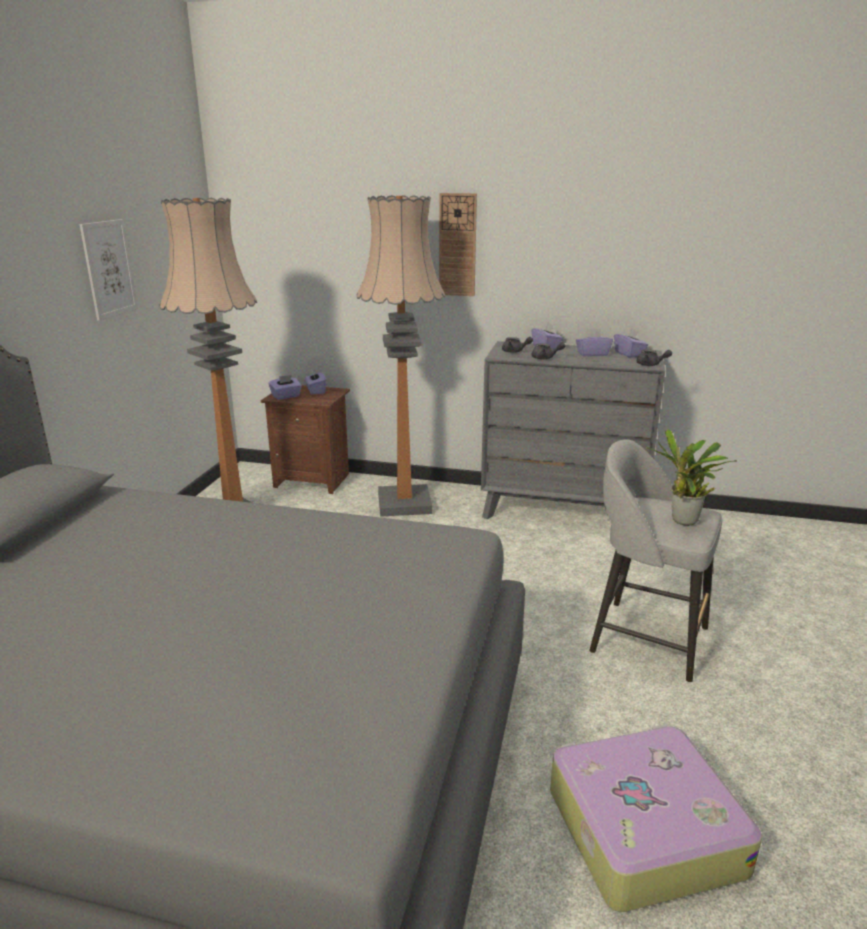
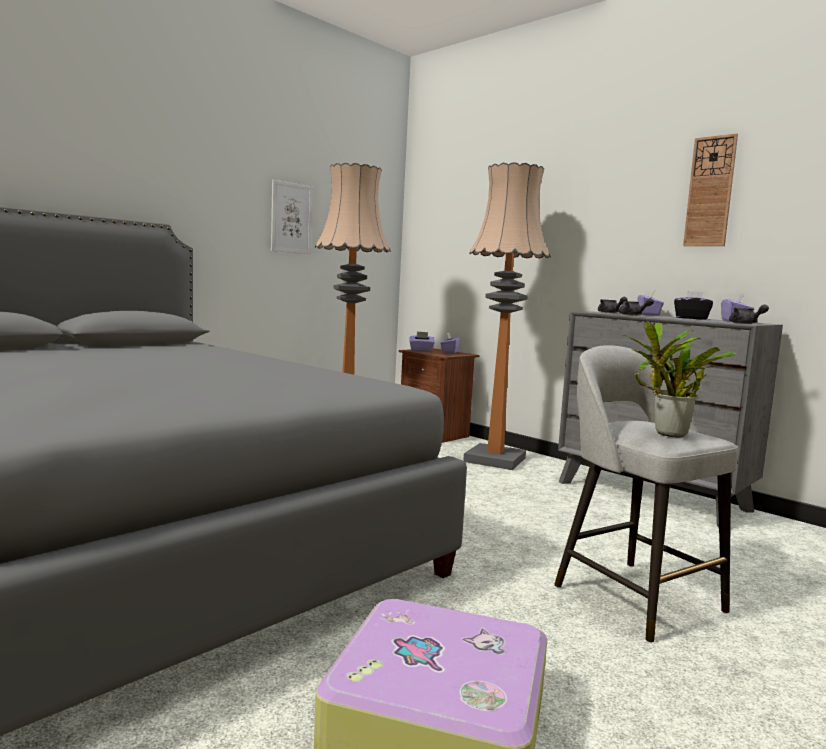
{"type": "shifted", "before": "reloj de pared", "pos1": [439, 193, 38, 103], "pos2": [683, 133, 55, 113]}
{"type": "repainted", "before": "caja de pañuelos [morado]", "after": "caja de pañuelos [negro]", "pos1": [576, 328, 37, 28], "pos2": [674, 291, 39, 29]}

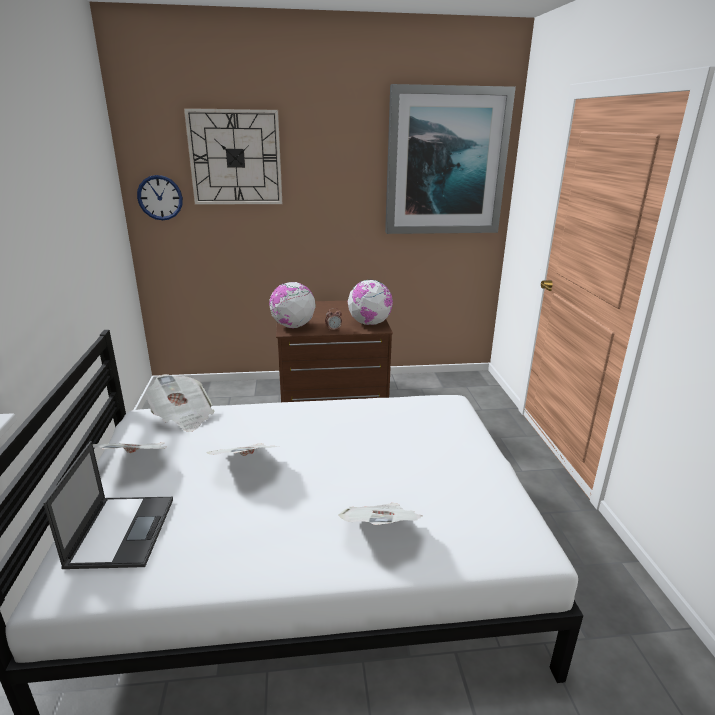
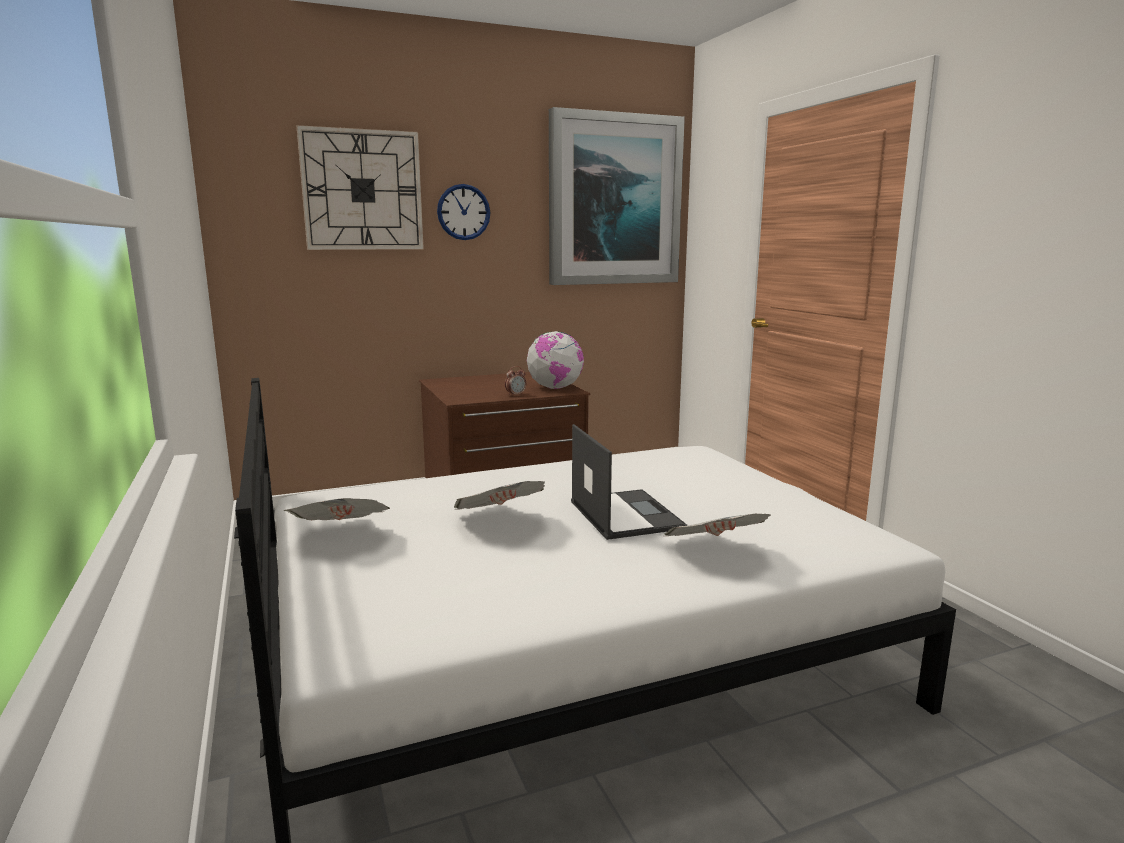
{"type": "shifted", "before": "portátil", "pos1": [43, 441, 130, 128], "pos2": [571, 424, 116, 116]}
{"type": "shifted", "before": "reloj de pared", "pos1": [137, 175, 46, 45], "pos2": [437, 184, 53, 56]}
{"type": "gone", "before": "periódico", "pos1": [146, 374, 69, 58]}
{"type": "gone", "before": "globo terráqueo", "pos1": [269, 282, 47, 46]}

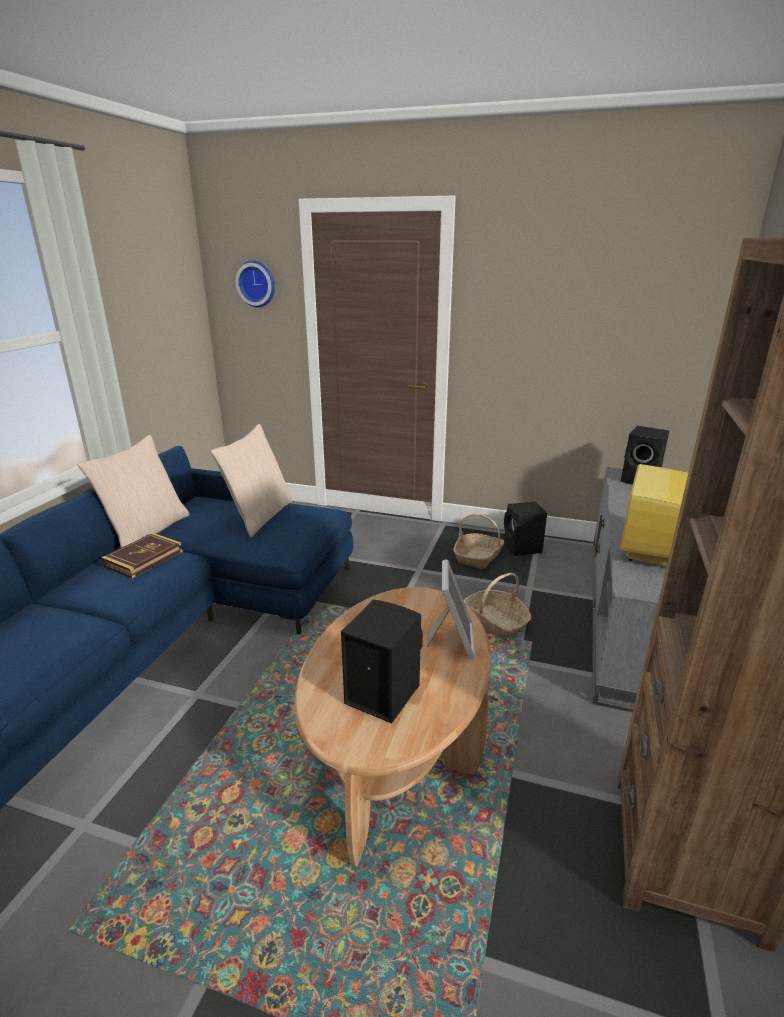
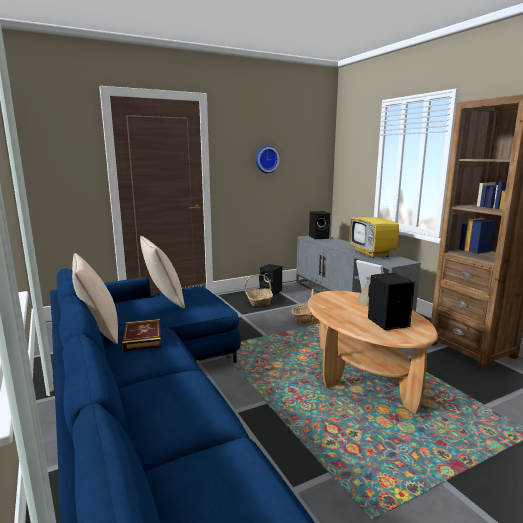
{"type": "shifted", "before": "reloj de pared", "pos1": [235, 260, 40, 47], "pos2": [256, 146, 24, 27]}

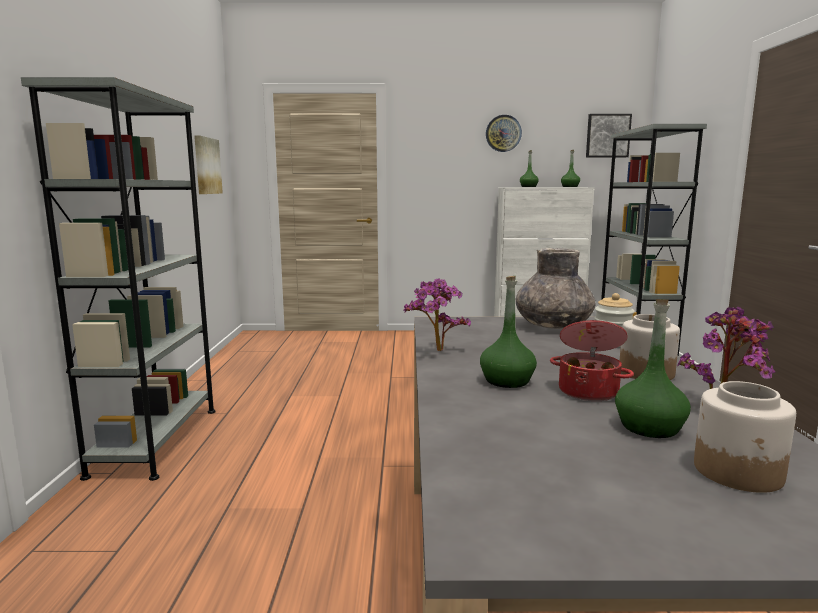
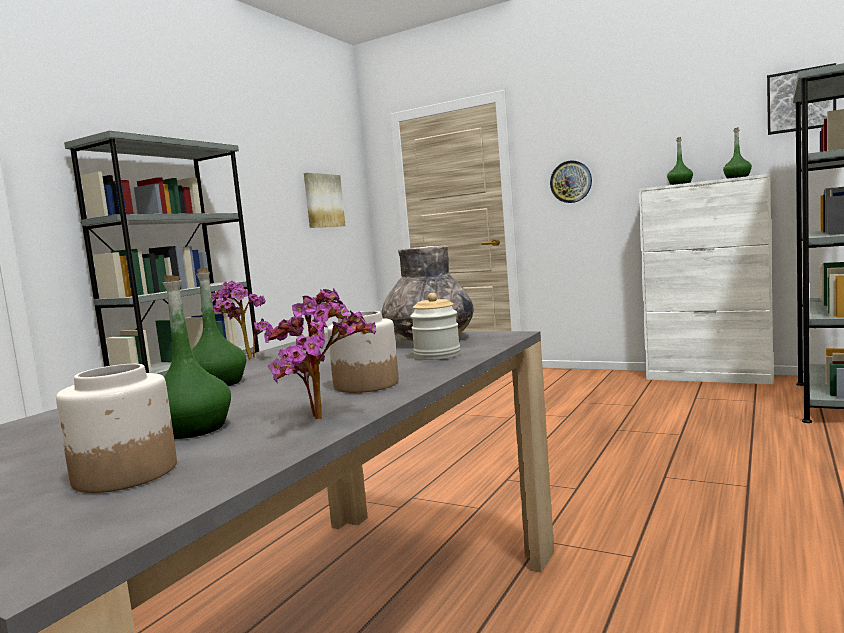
{"type": "shifted", "before": "reloj de pared", "pos1": [486, 115, 36, 37], "pos2": [550, 160, 42, 43]}
{"type": "gone", "before": "olla", "pos1": [550, 320, 84, 81]}

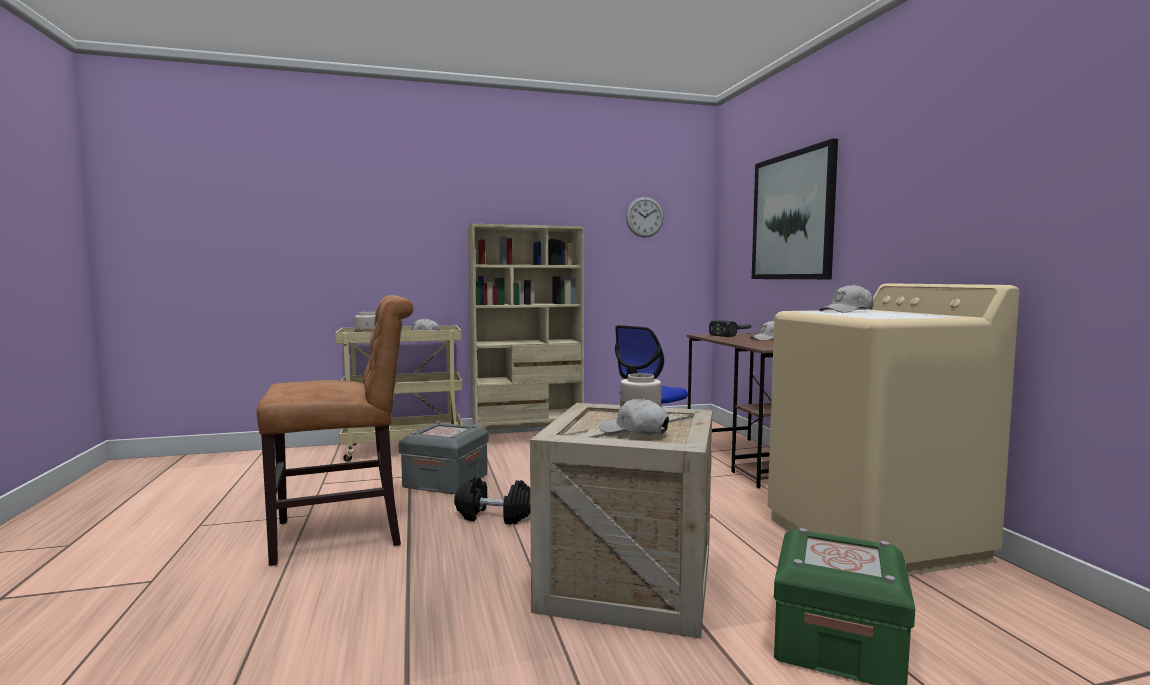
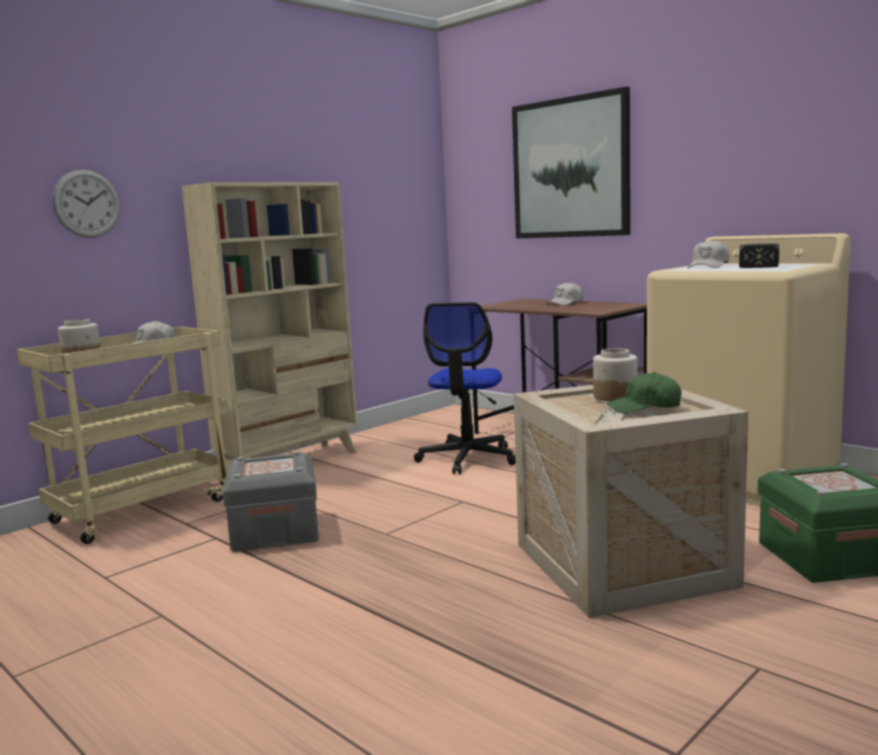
{"type": "gone", "before": "silla [marrón]", "pos1": [257, 295, 157, 271]}
{"type": "gone", "before": "mancuerna [negro]", "pos1": [454, 477, 76, 48]}
{"type": "repainted", "before": "gorra [blanco]", "after": "gorra [verde]", "pos1": [600, 398, 69, 37], "pos2": [607, 372, 75, 41]}
{"type": "shifted", "before": "reloj de pared", "pos1": [626, 197, 38, 41], "pos2": [52, 170, 68, 68]}
{"type": "shifted", "before": "martillo", "pos1": [709, 320, 42, 17], "pos2": [739, 243, 40, 25]}

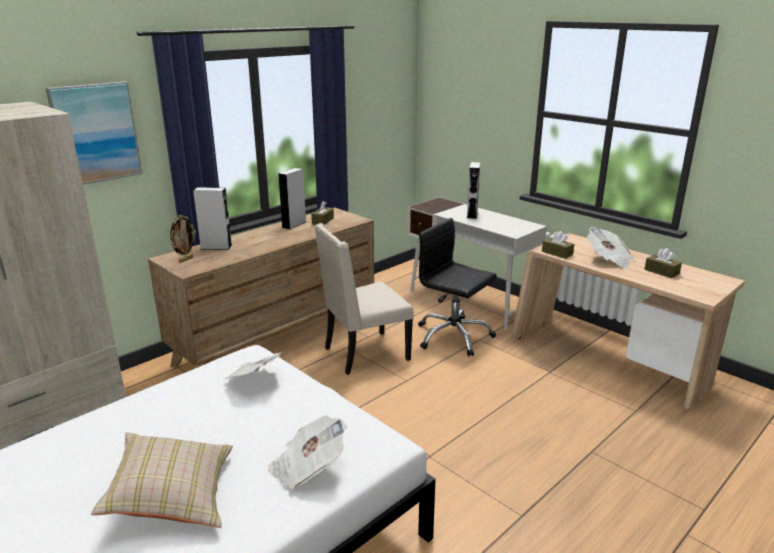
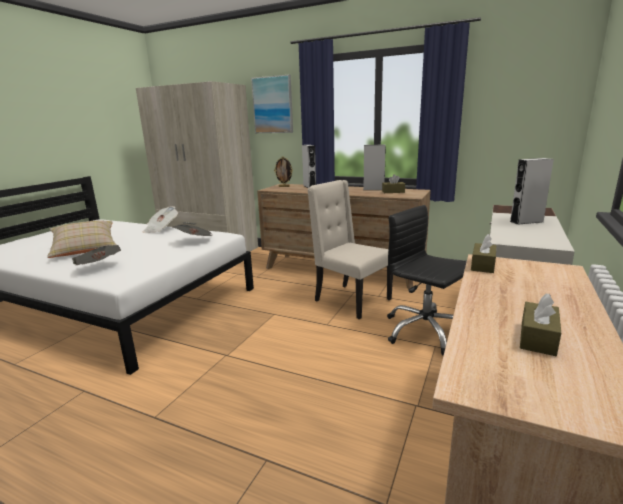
{"type": "rotated", "before": "silla de oficina [negro]", "pos1": [418, 218, 79, 139], "pos2": [387, 205, 79, 151], "turn": -60}
{"type": "shifted", "before": "periódico", "pos1": [587, 227, 47, 42], "pos2": [143, 206, 35, 27]}

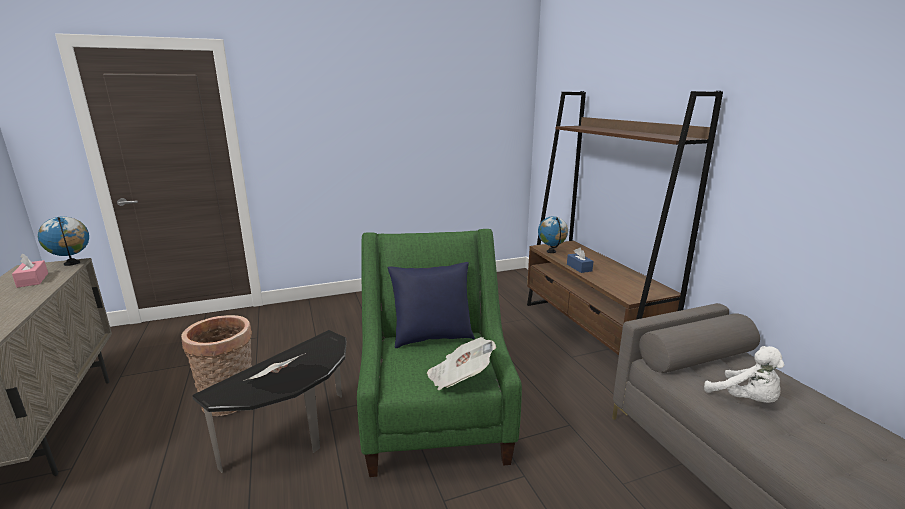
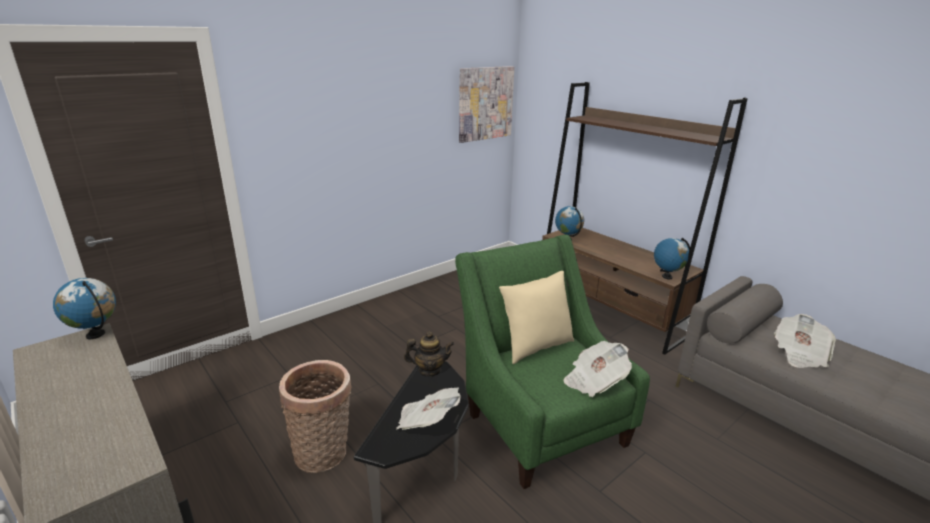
{"type": "gone", "before": "caja de pañuelos [rosa]", "pos1": [12, 253, 36, 35]}
{"type": "repainted", "before": "cojín [azul]", "after": "cojín [beis]", "pos1": [387, 262, 88, 86], "pos2": [499, 271, 75, 93]}
{"type": "gone", "before": "caja de pañuelos [azul]", "pos1": [567, 247, 26, 26]}
{"type": "swapped", "before": "peluche [blanco]", "after": "periódico", "pos1": [704, 346, 80, 57], "pos2": [774, 314, 62, 54]}
{"type": "new", "after": "tetera", "pos2": [404, 331, 51, 46]}
{"type": "new", "after": "cuadro", "pos2": [459, 66, 55, 77]}
{"type": "new", "after": "globo terráqueo", "pos2": [654, 238, 36, 41]}

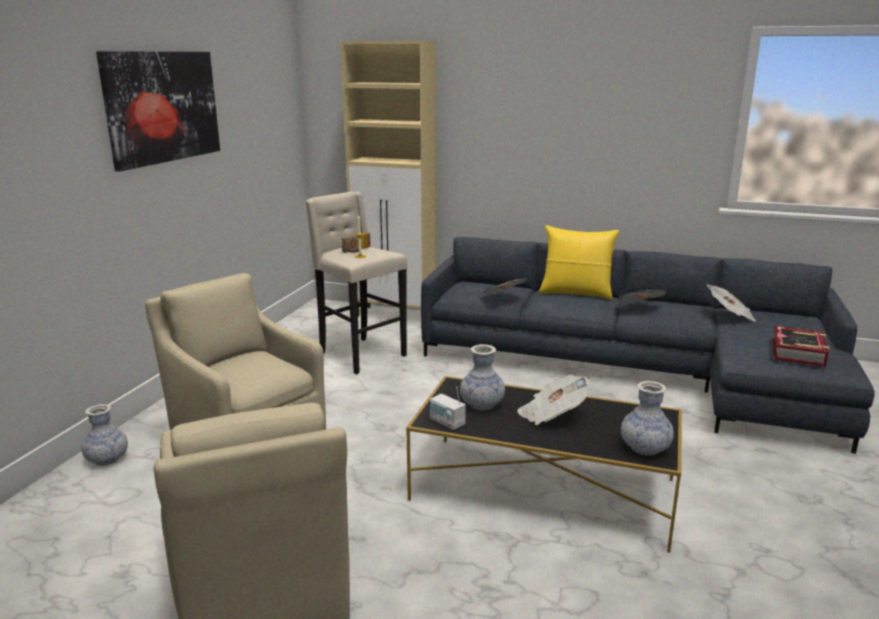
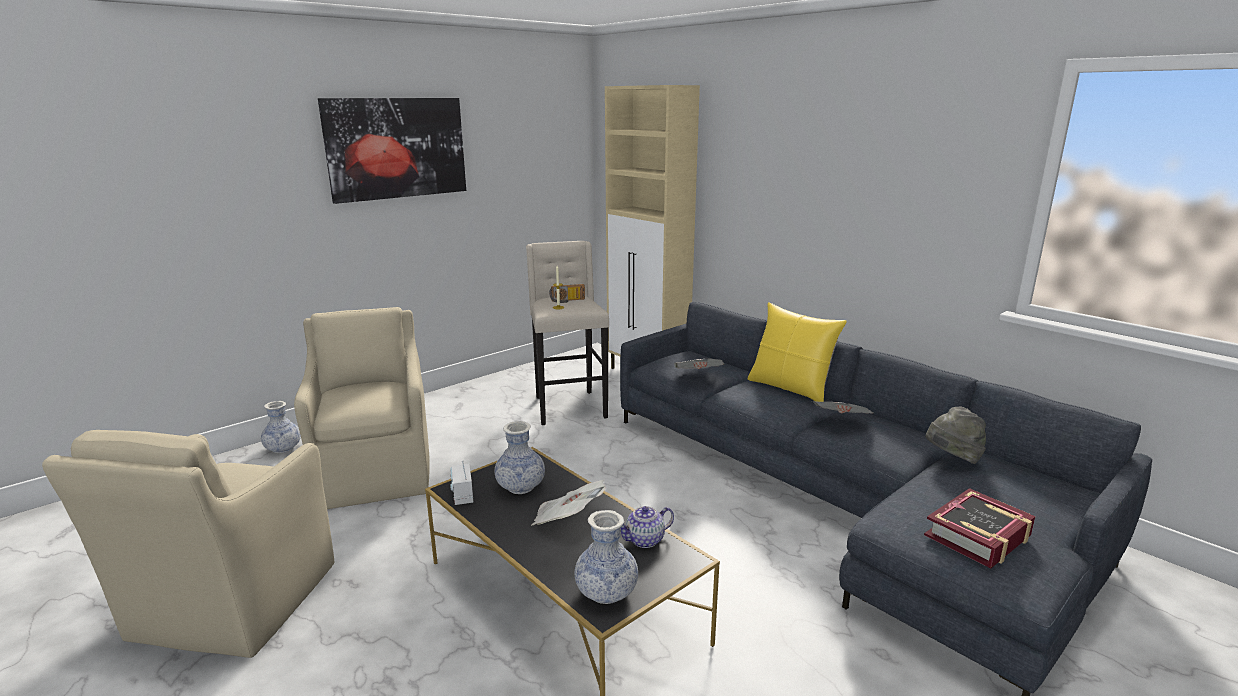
{"type": "swapped", "before": "periódico", "after": "sombrero [gris]", "pos1": [707, 284, 50, 38], "pos2": [926, 407, 60, 57]}
{"type": "new", "after": "tetera", "pos2": [621, 506, 53, 42]}

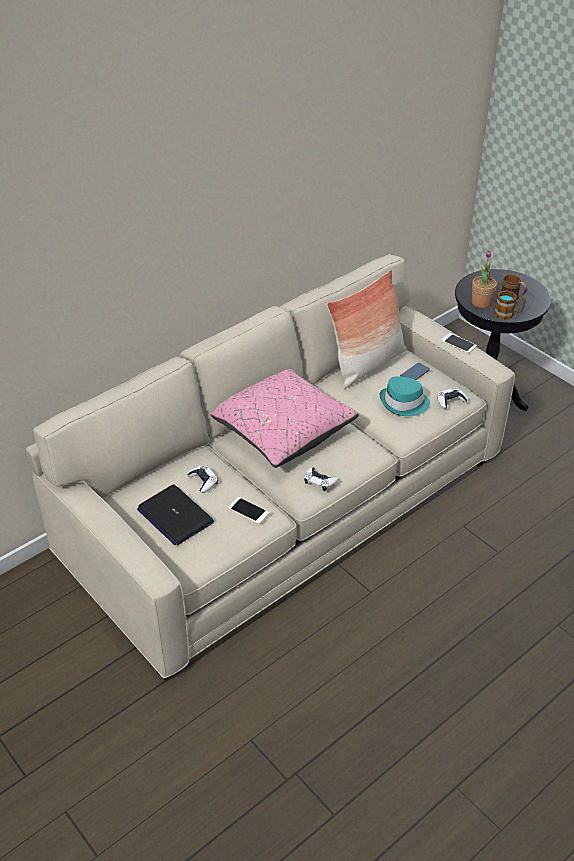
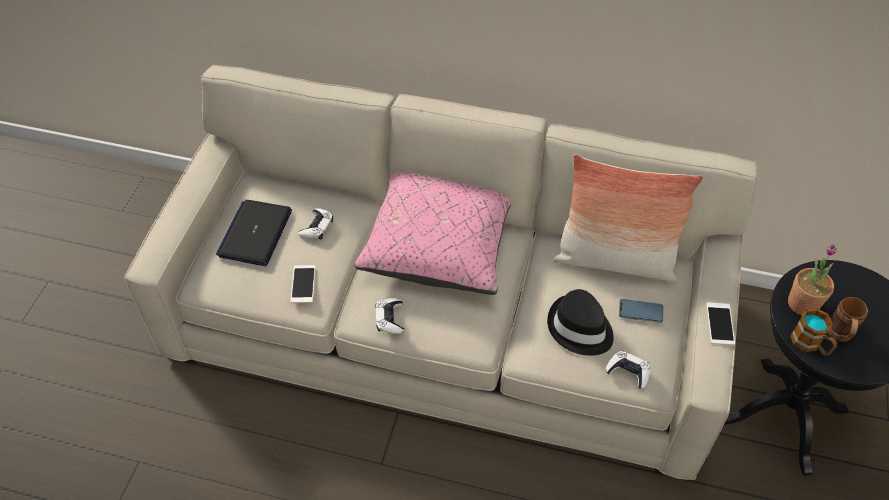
{"type": "repainted", "before": "sombrero [turquesa]", "after": "sombrero [negro]", "pos1": [380, 376, 50, 40], "pos2": [547, 289, 67, 67]}

